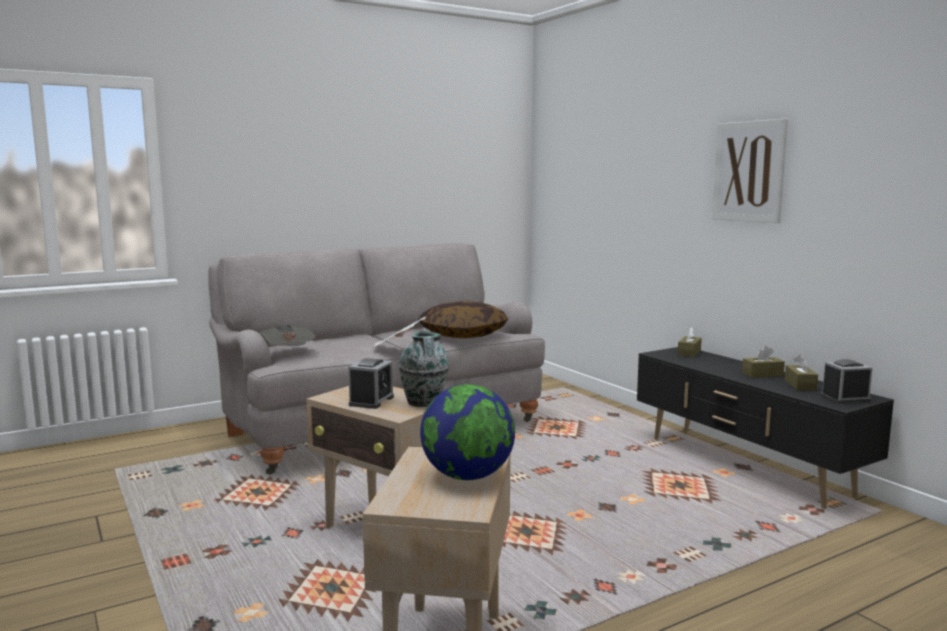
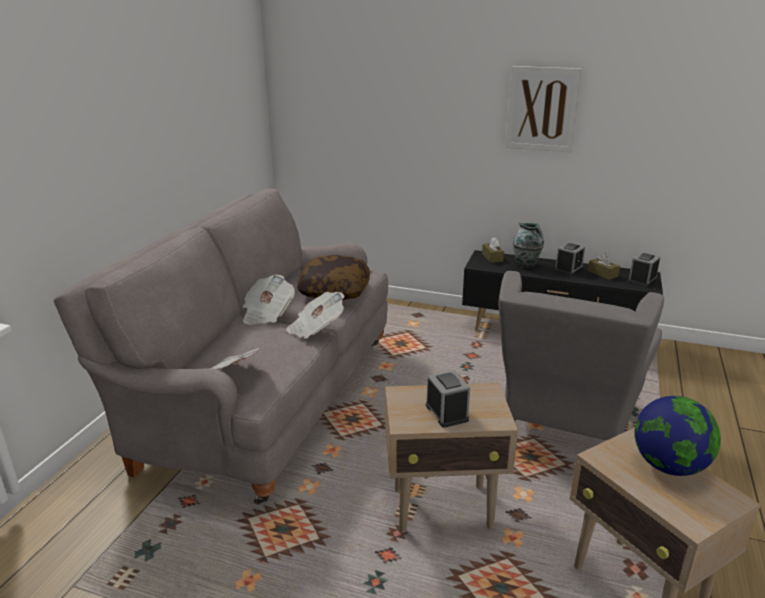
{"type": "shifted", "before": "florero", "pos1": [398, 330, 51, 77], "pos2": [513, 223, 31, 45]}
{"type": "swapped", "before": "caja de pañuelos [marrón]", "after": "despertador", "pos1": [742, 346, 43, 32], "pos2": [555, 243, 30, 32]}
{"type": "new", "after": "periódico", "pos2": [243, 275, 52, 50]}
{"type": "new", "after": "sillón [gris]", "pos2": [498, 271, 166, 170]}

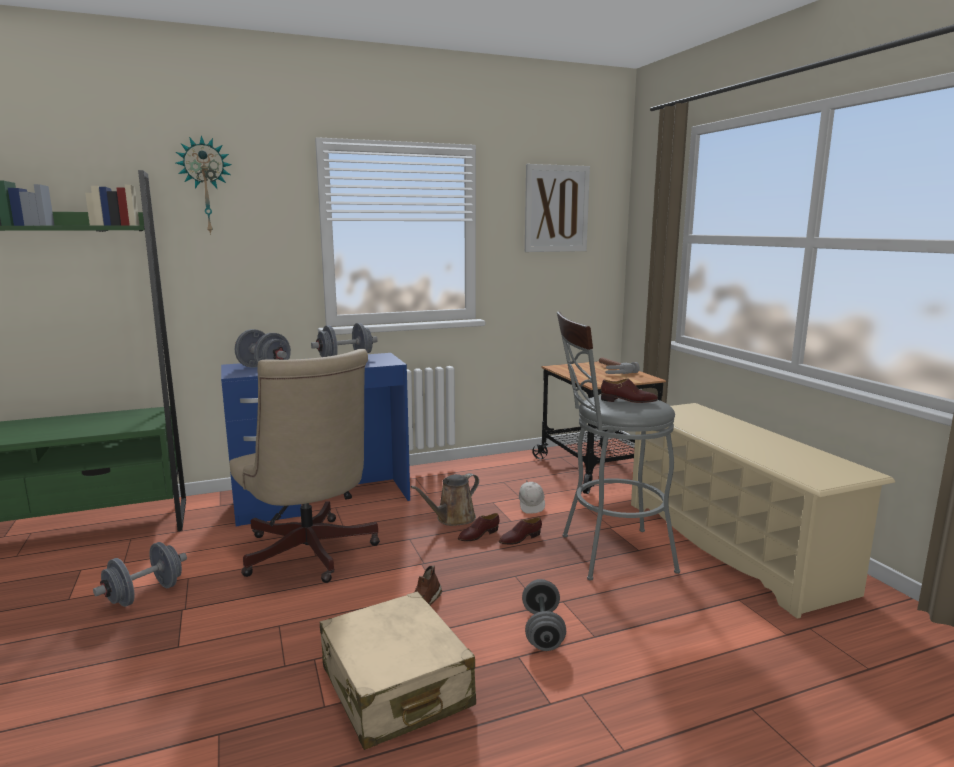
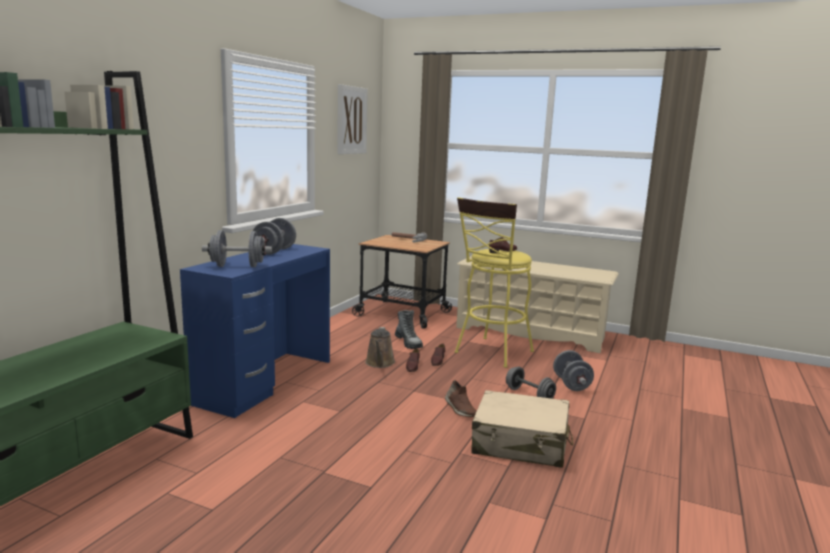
{"type": "shifted", "before": "mancuerna [gris]", "pos1": [93, 542, 94, 65], "pos2": [553, 350, 41, 41]}
{"type": "gone", "before": "reloj de pared", "pos1": [176, 135, 56, 100]}
{"type": "gone", "before": "silla de oficina [beis]", "pos1": [230, 349, 150, 234]}
{"type": "swapped", "before": "gorra [blanco]", "after": "bota", "pos1": [519, 481, 26, 33], "pos2": [395, 310, 28, 39]}
{"type": "repainted", "before": "taburete [gris]", "after": "taburete [amarillo]", "pos1": [557, 312, 123, 269], "pos2": [455, 197, 79, 171]}

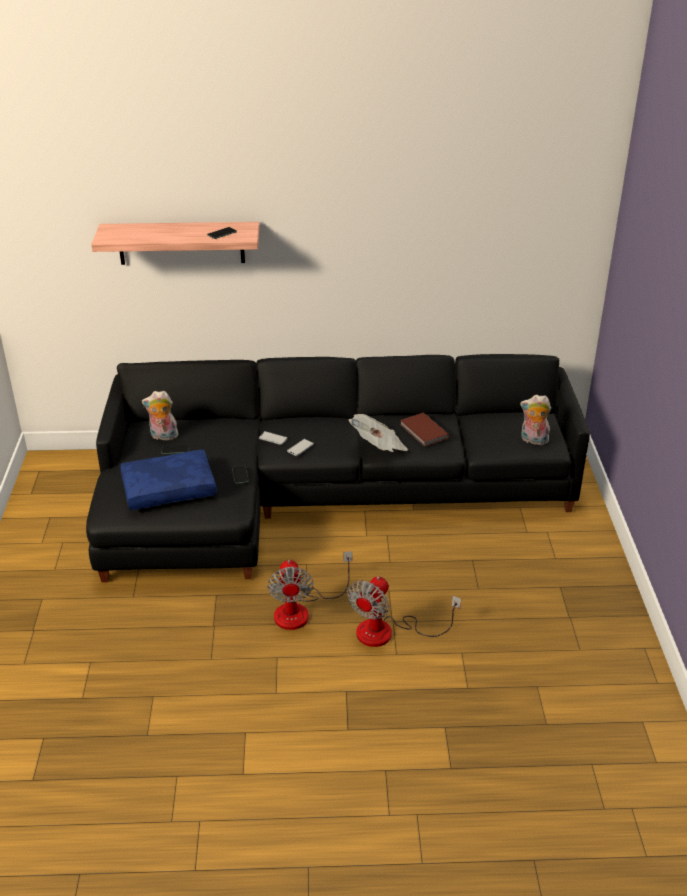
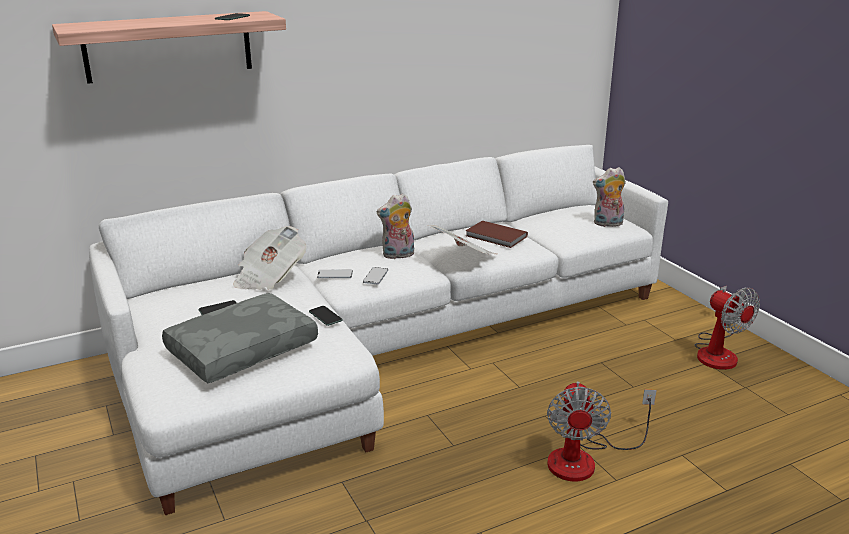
{"type": "repainted", "before": "sofá [negro]", "after": "sofá [blanco]", "pos1": [86, 354, 504, 229], "pos2": [89, 145, 579, 370]}
{"type": "repainted", "before": "cojín [azul]", "after": "cojín [gris]", "pos1": [120, 450, 97, 60], "pos2": [162, 293, 156, 90]}
{"type": "shifted", "before": "peluche", "pos1": [142, 391, 36, 49], "pos2": [376, 193, 38, 66]}
{"type": "shifted", "before": "ventilador", "pos1": [267, 551, 85, 79], "pos2": [695, 286, 65, 84]}
{"type": "new", "after": "periódico", "pos2": [233, 226, 73, 64]}

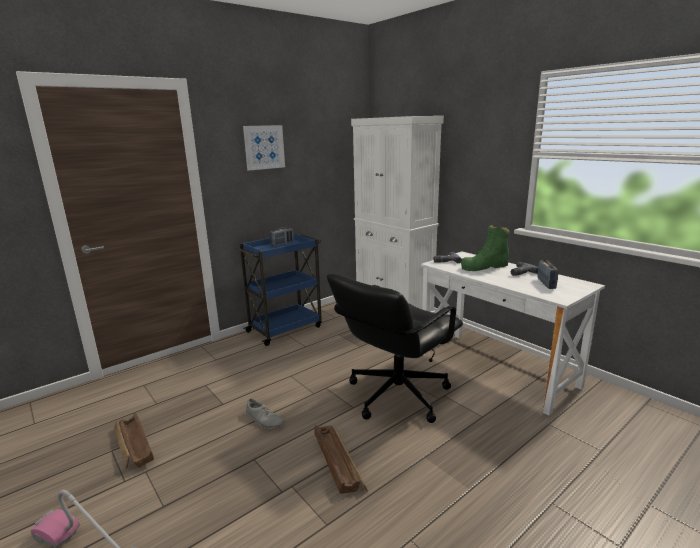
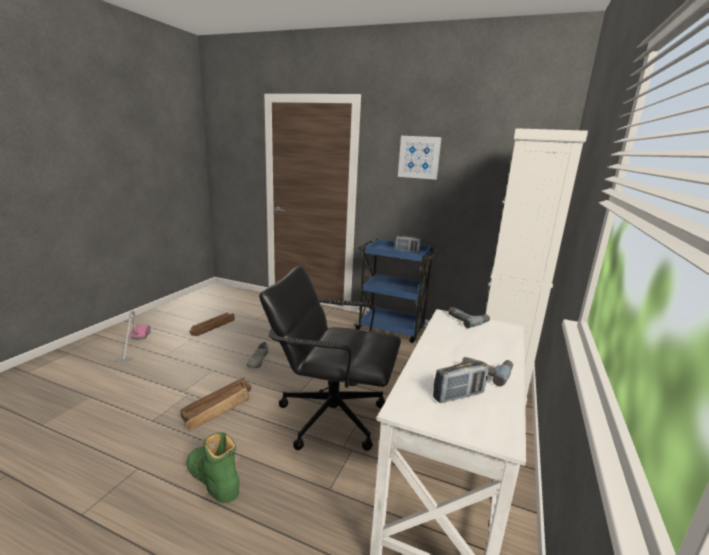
{"type": "shifted", "before": "bota [verde]", "pos1": [461, 225, 49, 46], "pos2": [186, 432, 53, 71]}

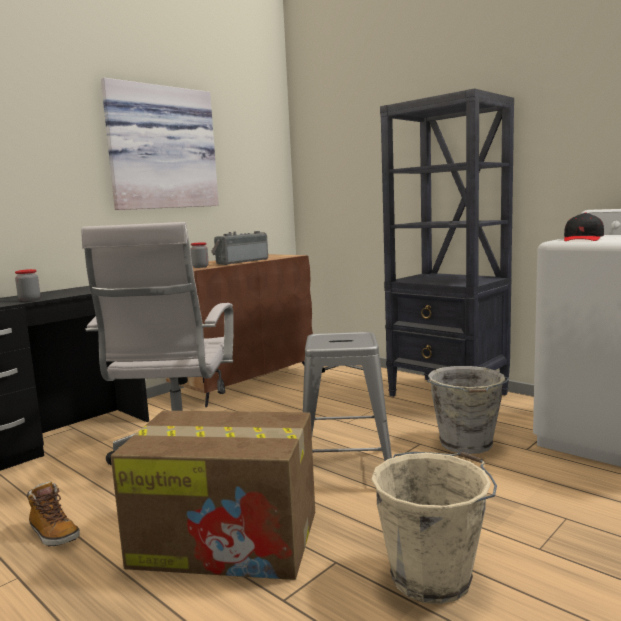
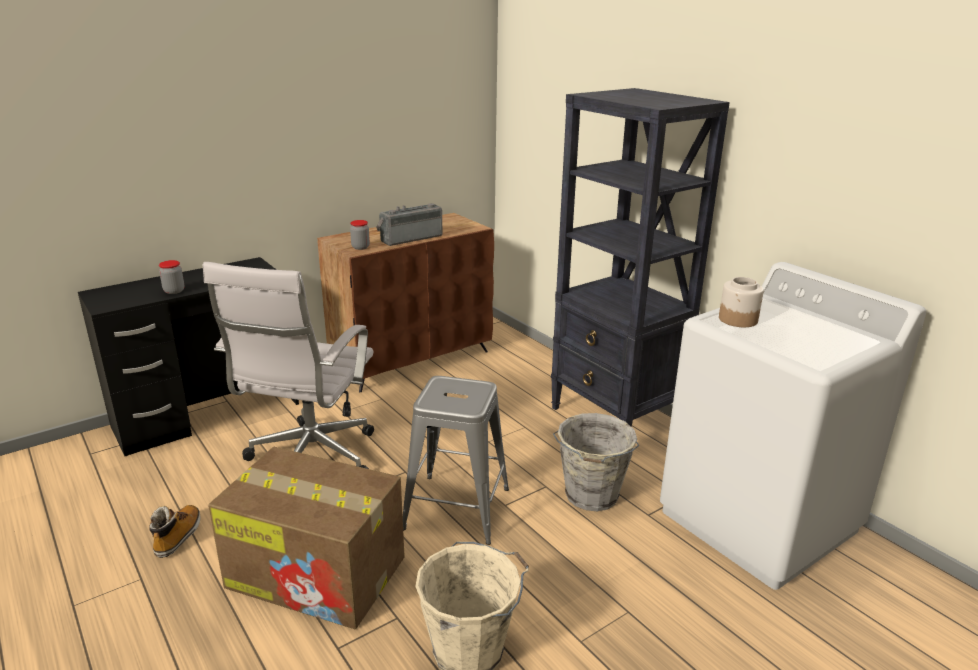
{"type": "rotated", "before": "bota", "pos1": [27, 481, 53, 66], "pos2": [149, 505, 52, 53], "turn": -135}
{"type": "gone", "before": "cuadro", "pos1": [101, 78, 118, 132]}
{"type": "swapped", "before": "gorra [negro]", "after": "tarro", "pos1": [564, 212, 40, 29], "pos2": [719, 277, 45, 50]}

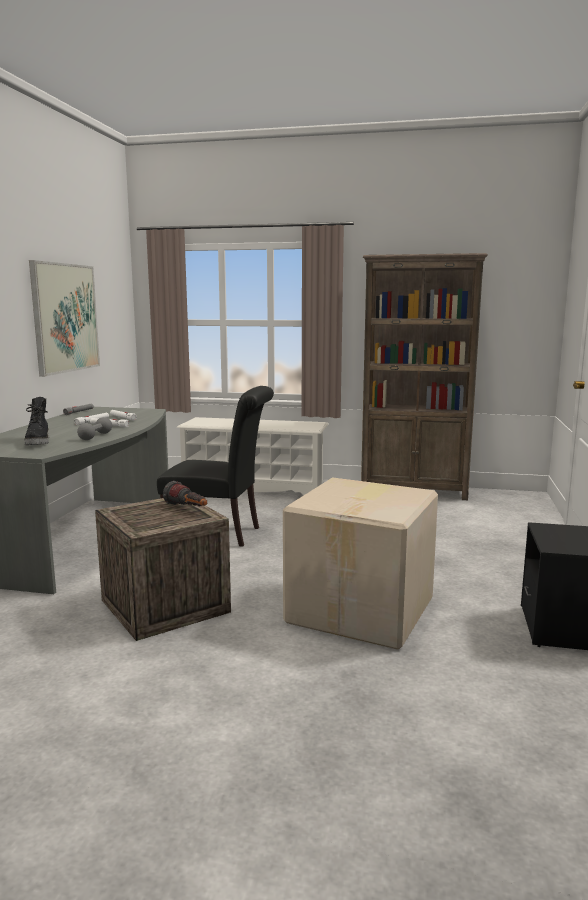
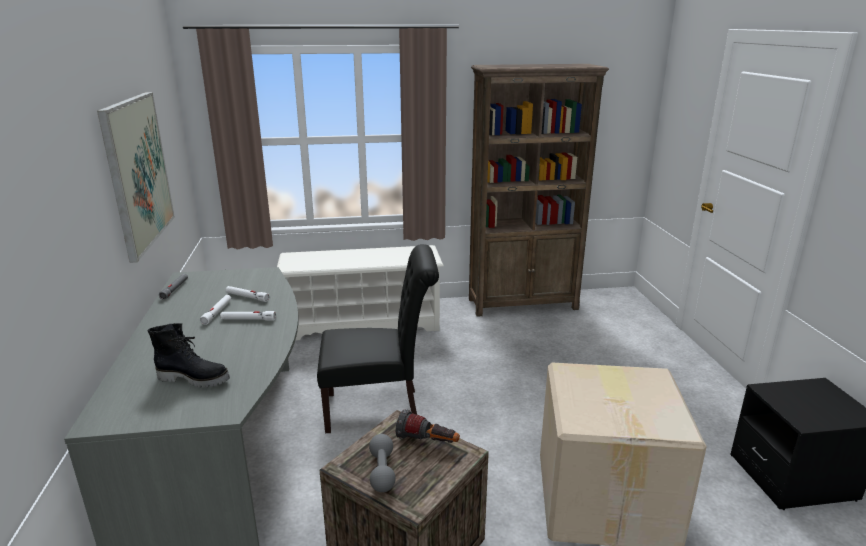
{"type": "rotated", "before": "bota [negro]", "pos1": [24, 397, 25, 48], "pos2": [148, 323, 82, 65], "turn": -45}
{"type": "shifted", "before": "mancuerna [gris]", "pos1": [77, 417, 35, 23], "pos2": [369, 434, 27, 58]}

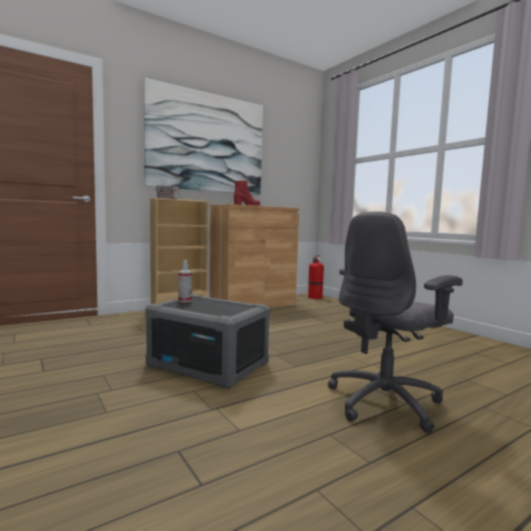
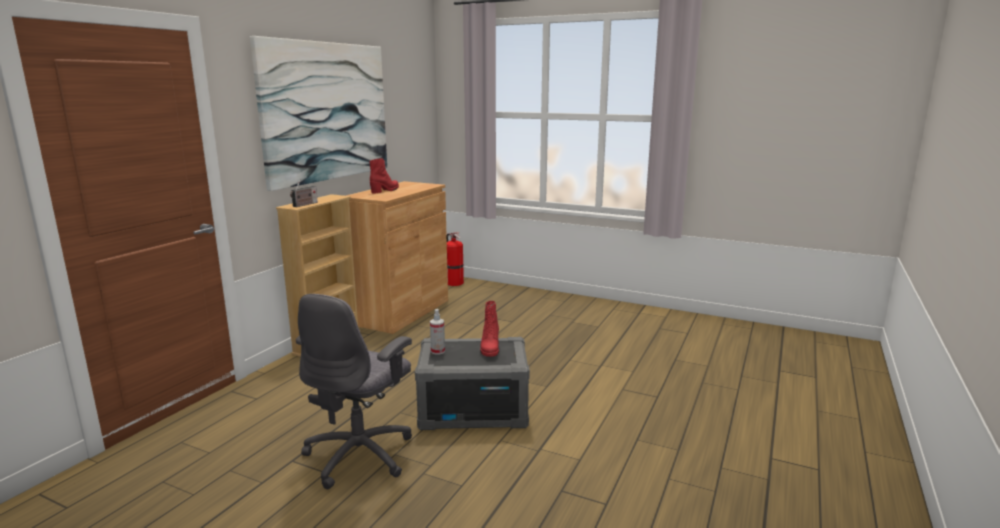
{"type": "shifted", "before": "silla de oficina [gris]", "pos1": [328, 211, 135, 222], "pos2": [296, 294, 116, 195]}
{"type": "new", "after": "bota [rojo]", "pos2": [480, 301, 19, 56]}

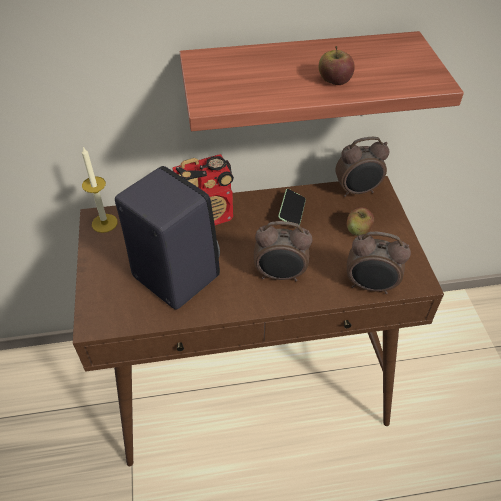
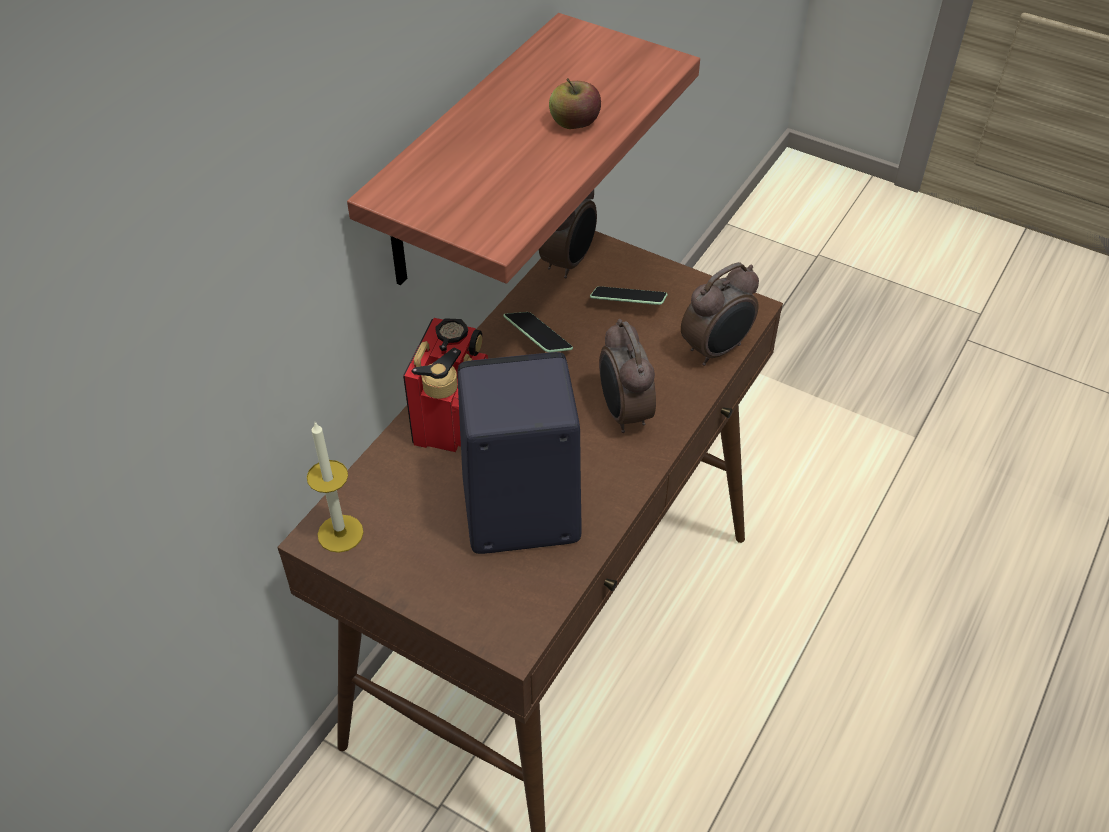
{"type": "rotated", "before": "despertador", "pos1": [254, 221, 58, 60], "pos2": [599, 319, 57, 114], "turn": 120}
{"type": "swapped", "before": "manzana", "after": "móvil", "pos1": [347, 207, 27, 29], "pos2": [590, 286, 78, 19]}

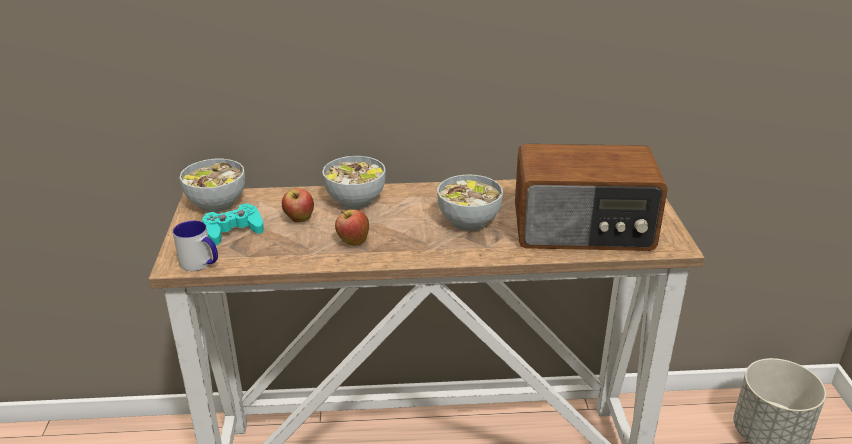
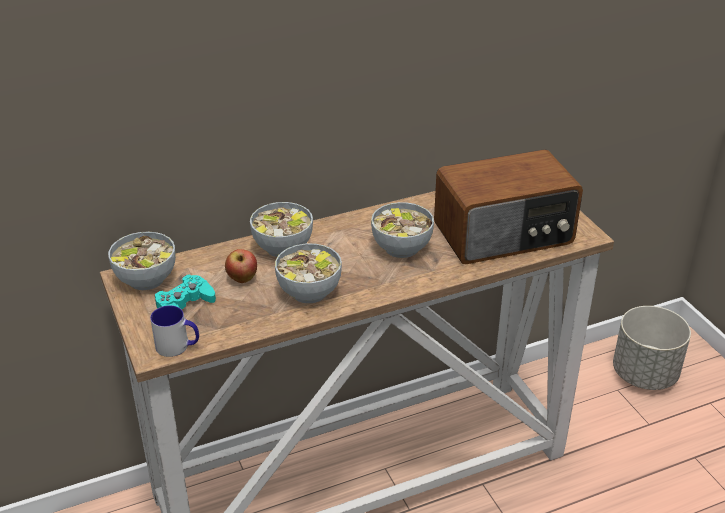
{"type": "swapped", "before": "manzana", "after": "cuenco", "pos1": [335, 209, 34, 37], "pos2": [275, 243, 67, 60]}

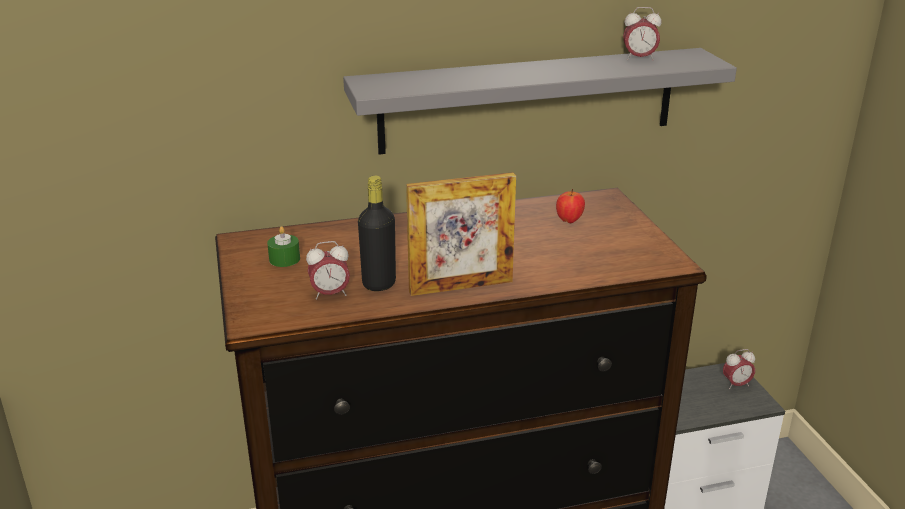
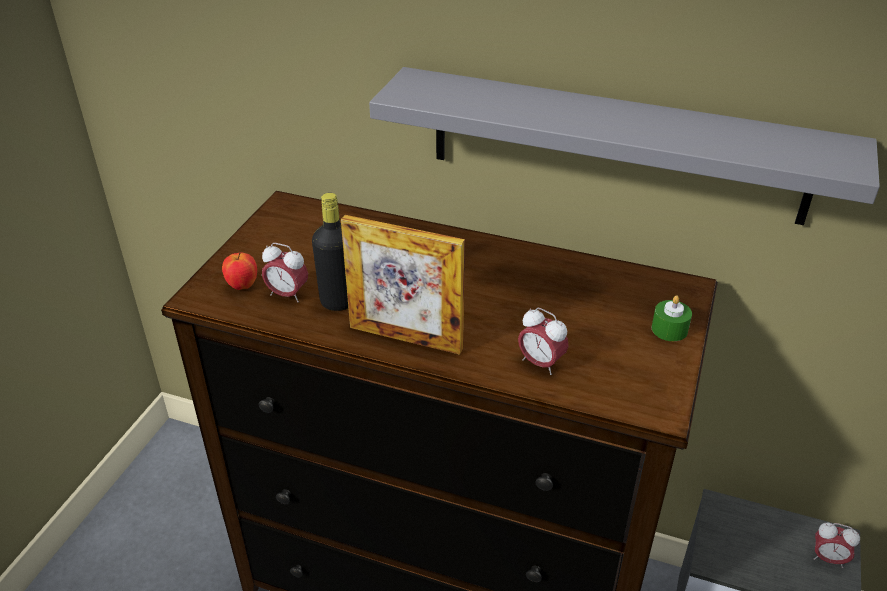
{"type": "shifted", "before": "vela [verde]", "pos1": [267, 226, 33, 41], "pos2": [652, 296, 40, 45]}
{"type": "shifted", "before": "manzana", "pos1": [556, 189, 29, 34], "pos2": [222, 252, 35, 38]}
{"type": "shifted", "before": "despertador", "pos1": [623, 7, 39, 54], "pos2": [518, 308, 51, 67]}

